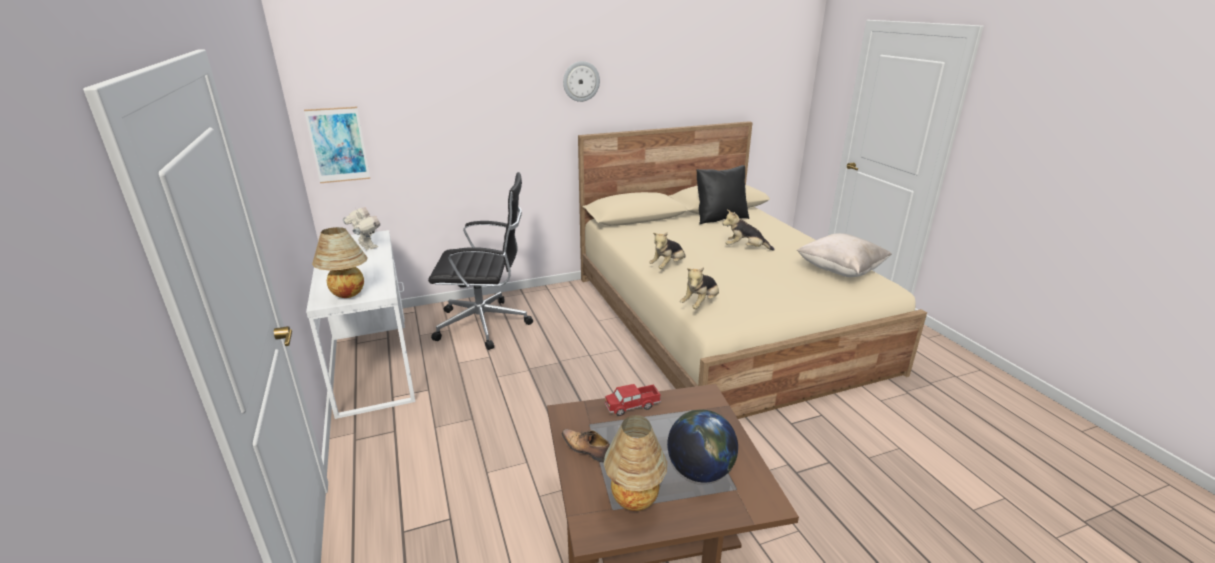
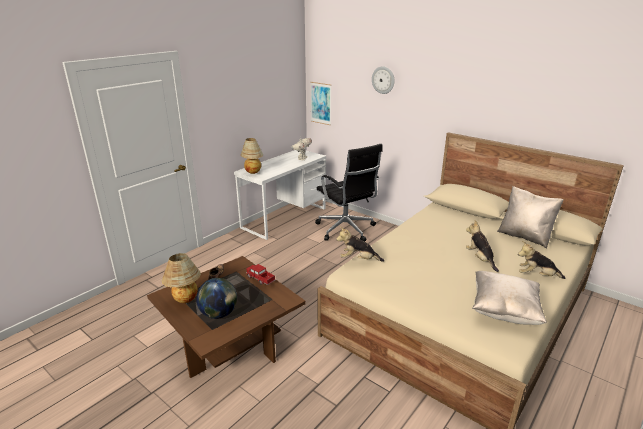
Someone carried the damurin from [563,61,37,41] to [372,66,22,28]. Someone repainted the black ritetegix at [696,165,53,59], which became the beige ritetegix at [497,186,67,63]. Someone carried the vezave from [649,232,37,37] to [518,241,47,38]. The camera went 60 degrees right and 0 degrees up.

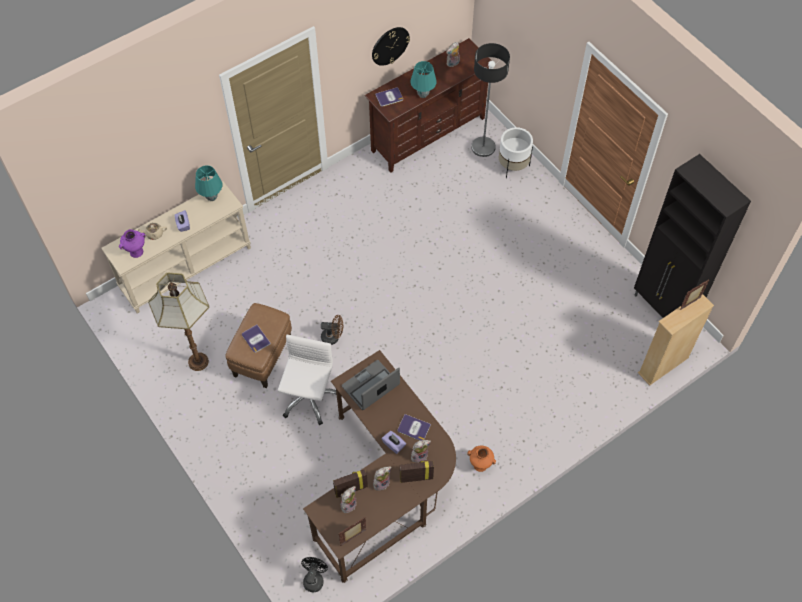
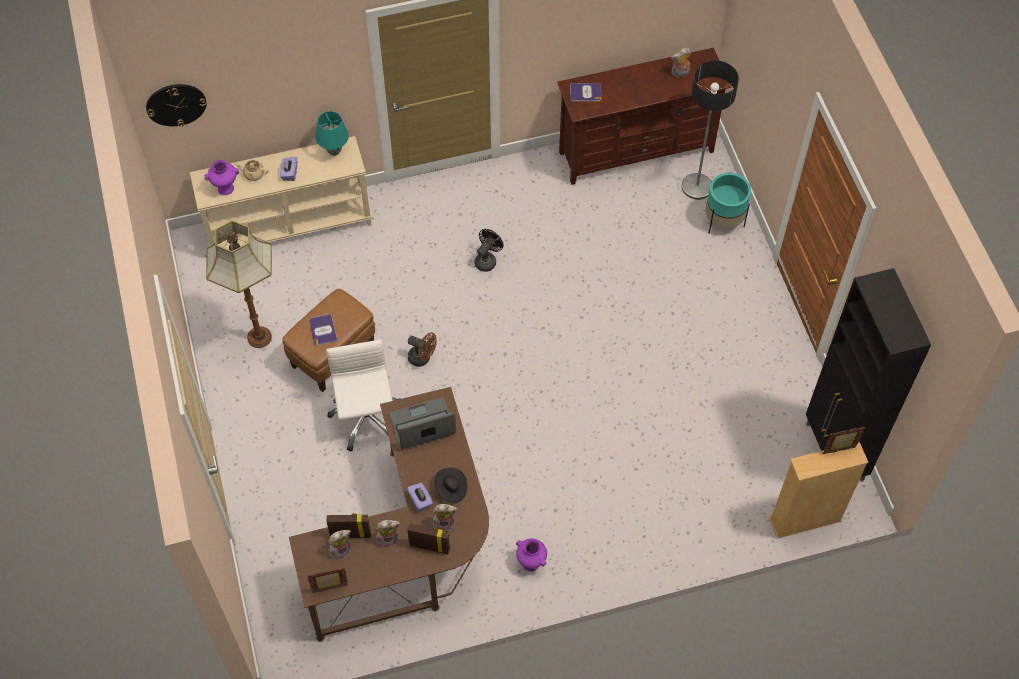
Someone carried the damurin from [372,27,38,39] to [146,84,60,43]. Someone rotated the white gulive at [278,335,64,90] by 45 degrees counterclockwise. Someone swapped the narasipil at [398,414,33,27] for the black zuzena at [435,468,33,35]. Someone carried the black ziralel from [301,557,27,35] to [474,229,30,43]. Someone repainted the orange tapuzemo at [467,445,29,27], which became the purple tapuzemo at [516,539,31,32]. Someone repainted the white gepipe at [499,127,34,51], which became the turquoise gepipe at [706,173,45,60]. Someone took away the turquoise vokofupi at [411,61,26,37]. The camera went 20 degrees right and 0 degrees up.

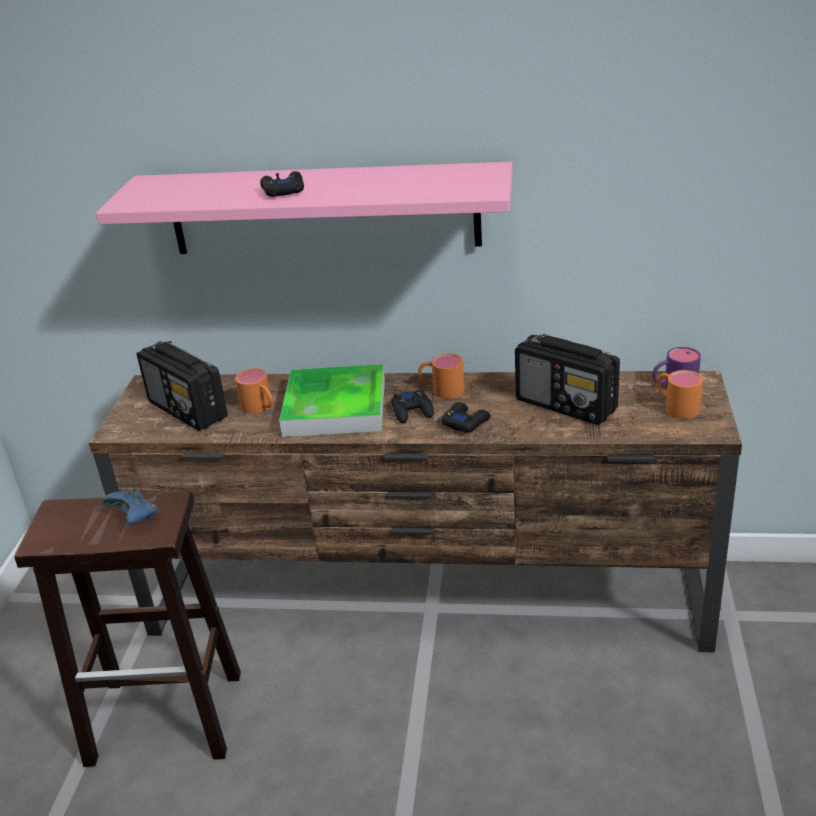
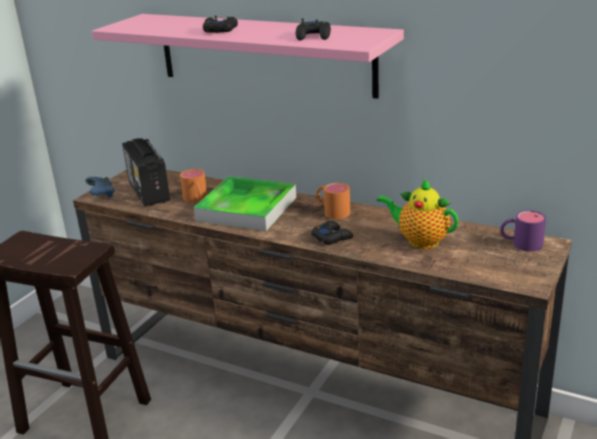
Someone carried the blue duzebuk from [102,488,56,37] to [85,177,30,20]. Someone carried the black duzebuk from [391,390,43,33] to [296,19,35,21]. Someone swapped the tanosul at [515,334,105,91] for the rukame at [376,179,83,70]. Someone took away the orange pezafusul at [657,370,46,49]. The camera went 20 degrees right and 5 degrees down.

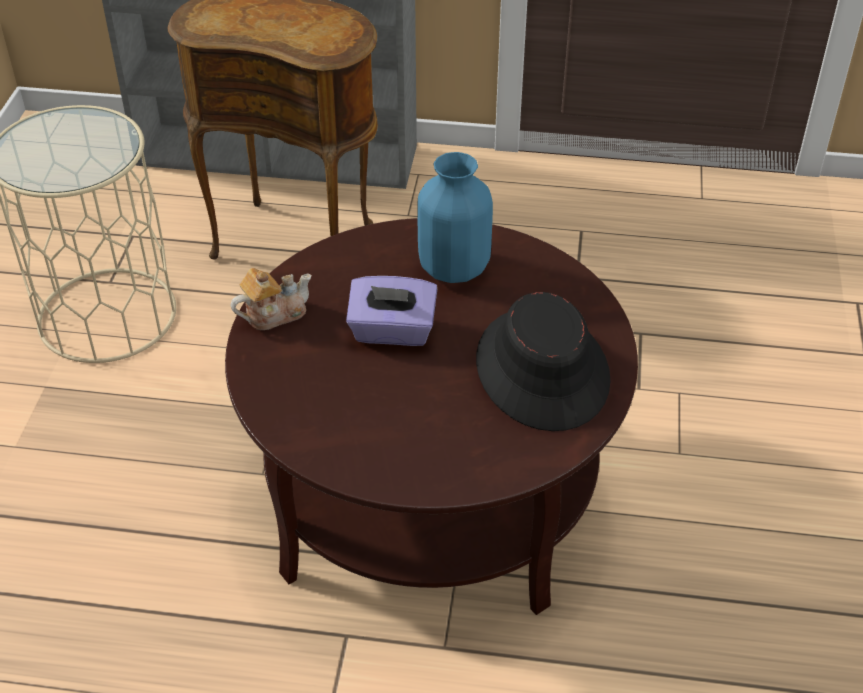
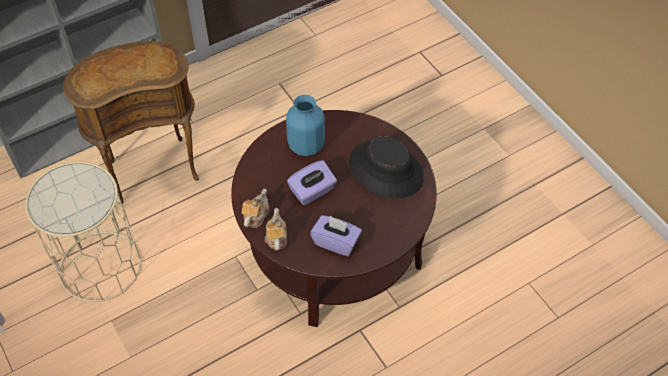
Someone put down the rukame at [265,208,22,42]. Someone put down the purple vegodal at [310,215,52,41]. The camera went 40 degrees left and 10 degrees up.

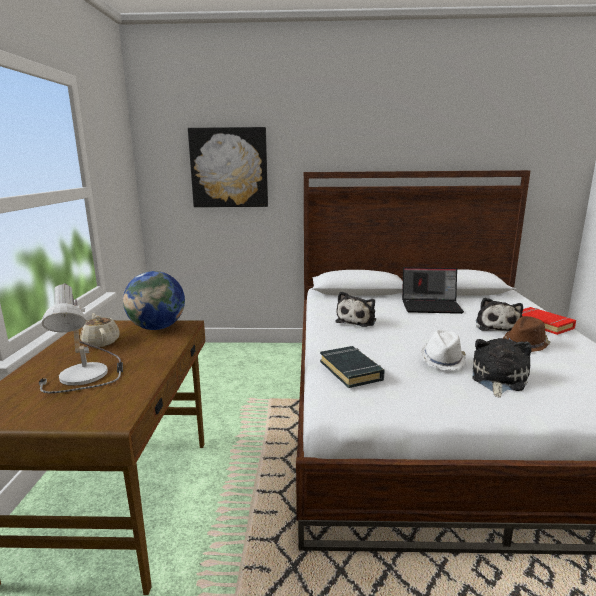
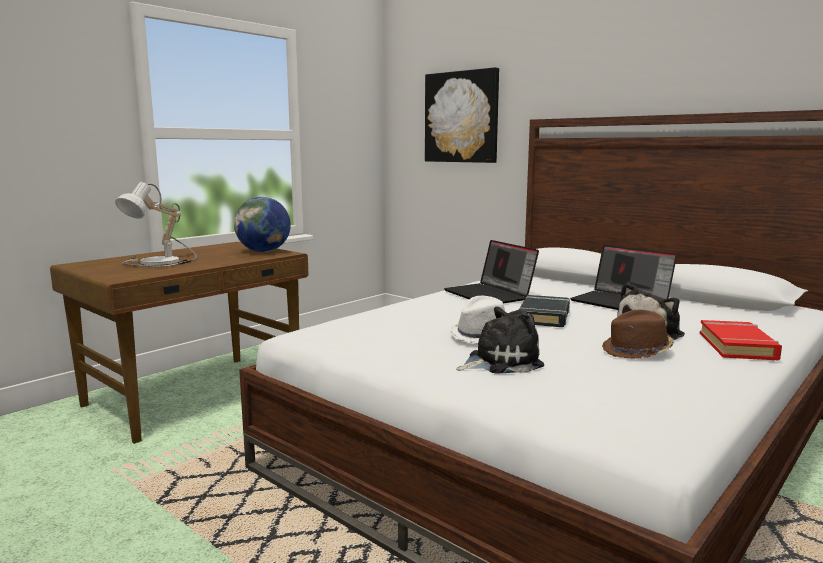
Someone swapped the vezave at [336,291,40,36] for the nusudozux at [444,240,95,63]. Someone carried the black narasipil from [320,346,65,42] to [519,295,51,32]. Someone took away the beige rukame at [80,313,40,34]. The camera went 40 degrees right and 5 degrees down.

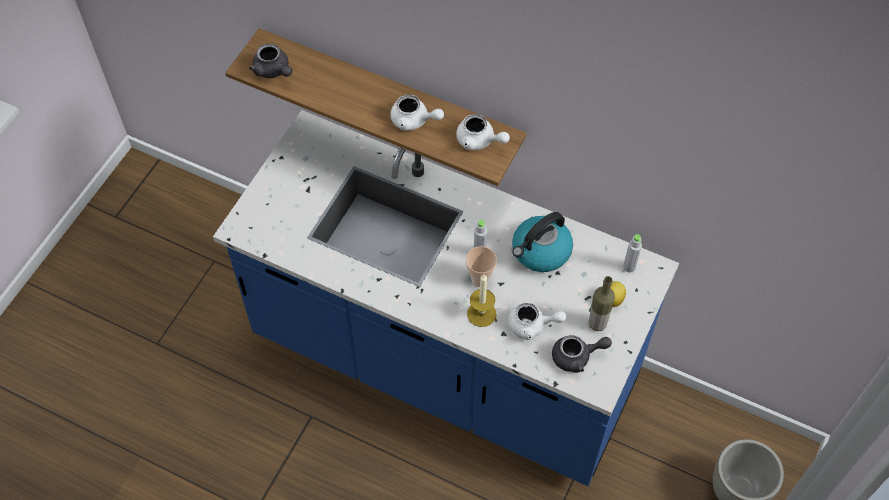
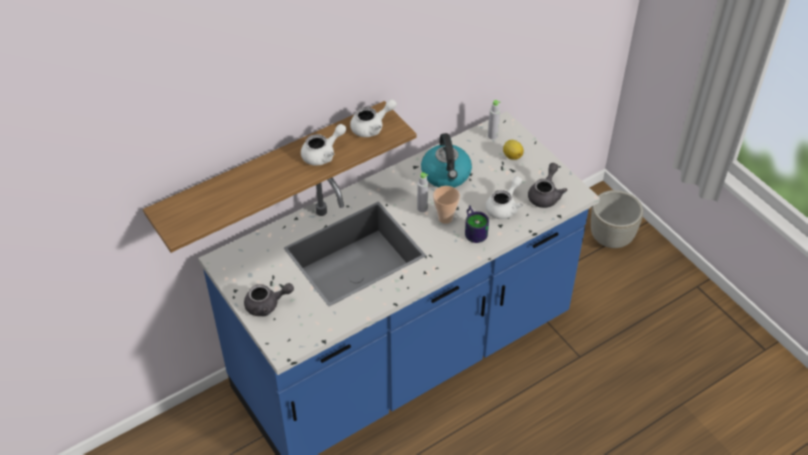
Someone carried the grey rukame from [249,43,43,35] to [244,283,50,33]. Someone swapped the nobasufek at [467,275,30,52] for the pezafusul at [465,205,24,38]. Someone took away the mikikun at [589,276,26,55]. The camera went 60 degrees left and 10 degrees down.

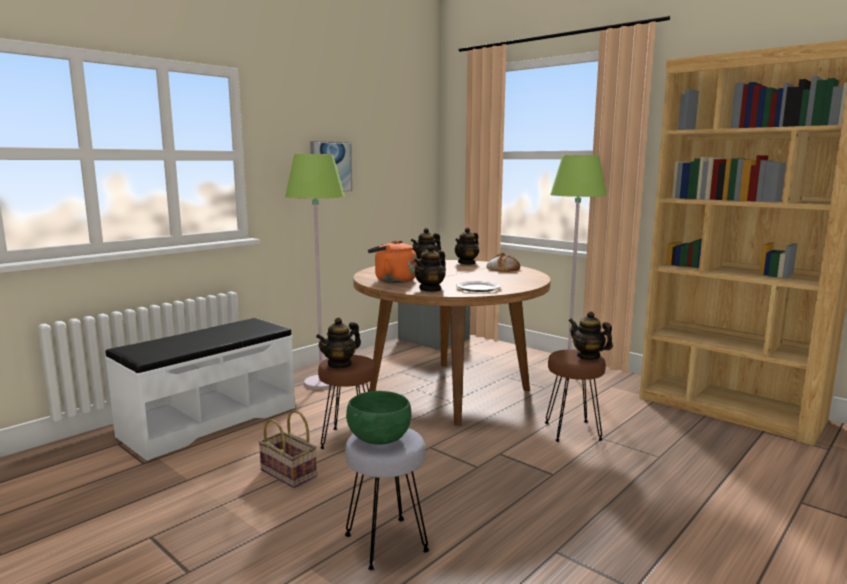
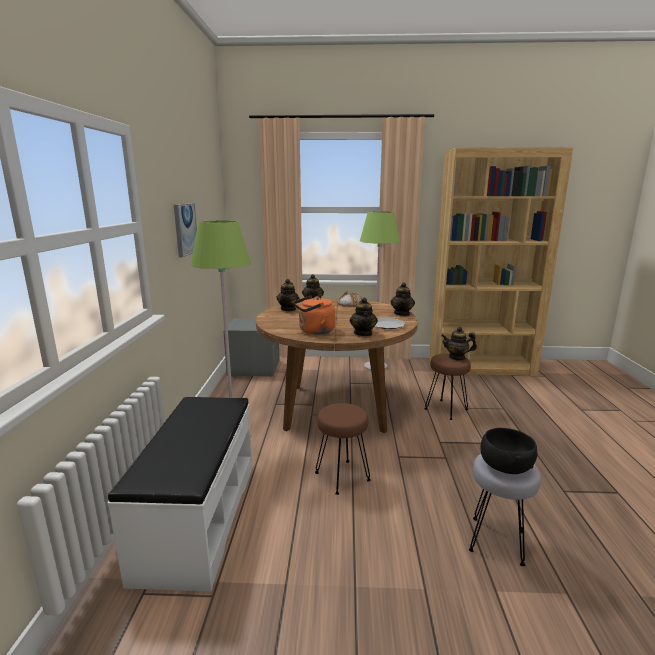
Someone carried the rukame from [316,317,45,52] to [390,282,25,34]. Someone repainted the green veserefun at [346,391,65,54], which became the black veserefun at [480,428,57,46]. Someone took away the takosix at [258,410,59,78]. The camera went 40 degrees left and 5 degrees up.

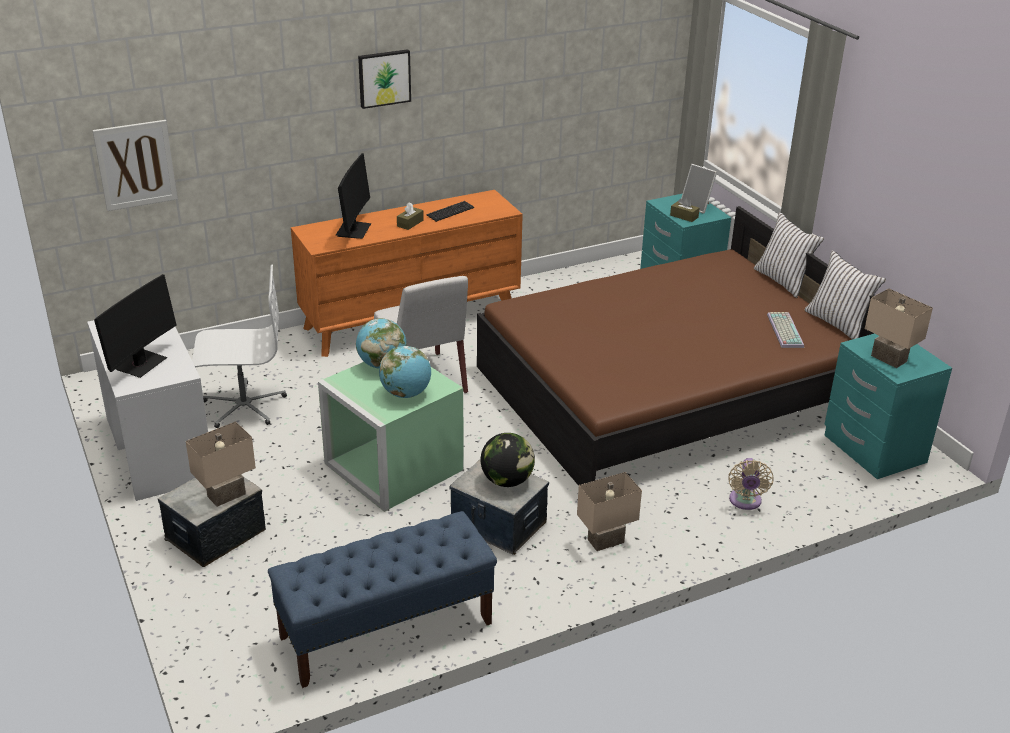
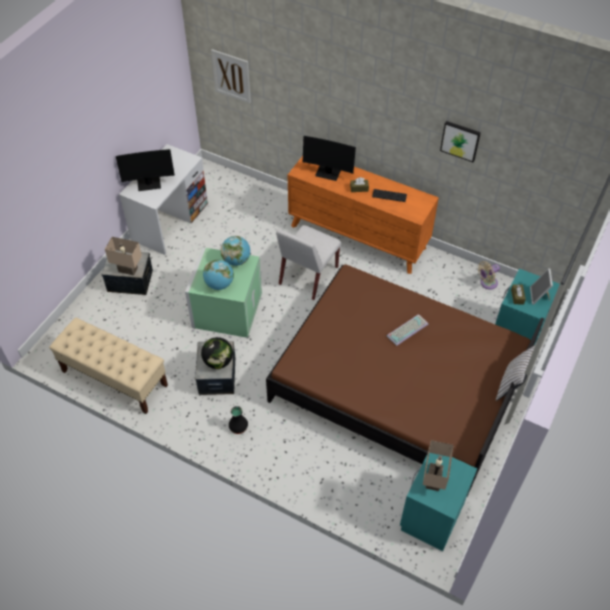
Someone repainted the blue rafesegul at [268,511,229,177], which became the beige rafesegul at [49,317,119,97]. Someone swapped the beige vokofupi at [577,472,65,79] for the black tapuzemo at [229,406,19,28]. Someone rotated the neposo at [336,153,35,86] by 45 degrees clockwise. Someone carried the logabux from [767,312,37,36] to [387,314,41,32]. Someone carried the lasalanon from [358,49,53,60] to [440,121,41,41]. Someone carried the beige ziralel from [729,458,45,52] to [478,261,22,29]. Someone took away the white gulive at [192,265,95,163]. Someone took away the white ritetegix at [805,251,81,88]. The camera went 55 degrees right and 20 degrees up.

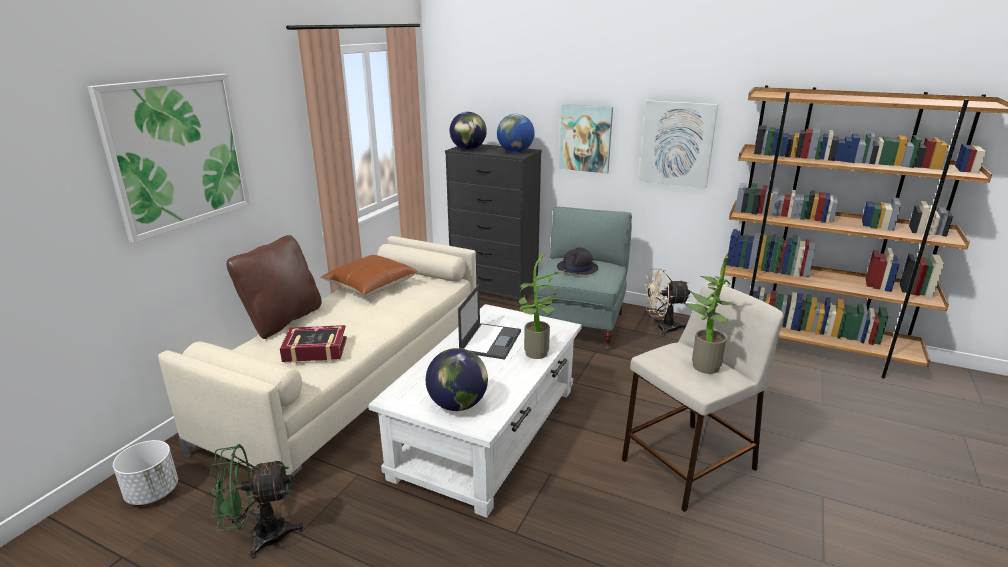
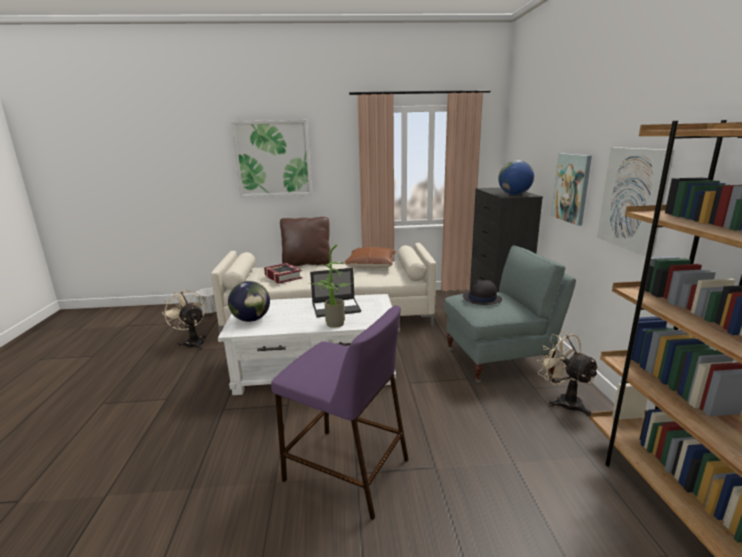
Someone repainted the green ziralel at [208,444,96,115], which became the beige ziralel at [162,289,44,61]. Someone repainted the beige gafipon at [622,282,161,230], which became the purple gafipon at [271,305,138,215]. Someone took away the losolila at [450,112,37,38]. Someone took away the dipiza at [683,256,51,118]. The camera went 60 degrees right and 5 degrees down.

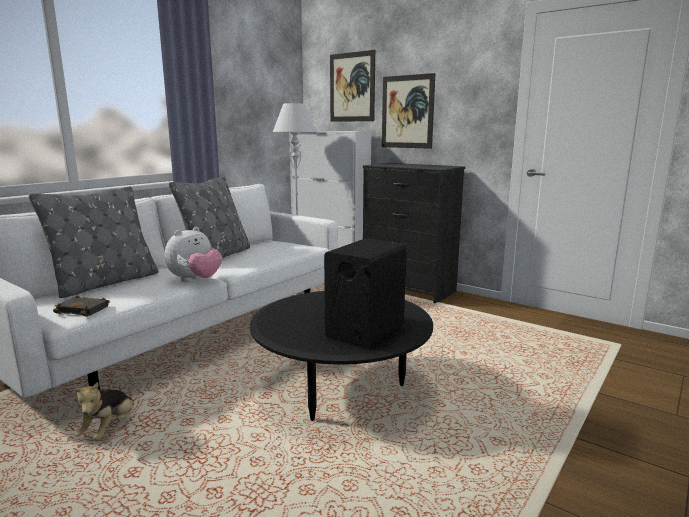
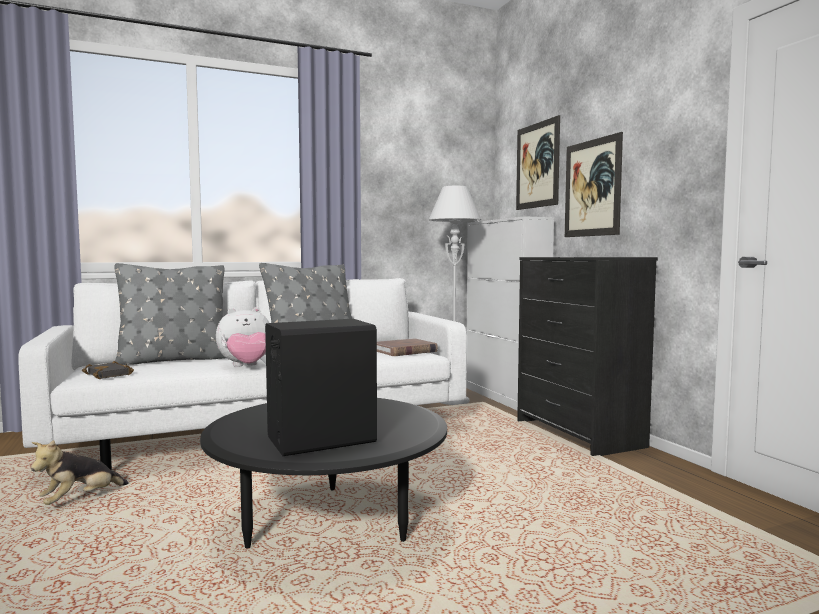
Someone put down the brown narasipil at [377,338,61,18]. The camera went 30 degrees right and 10 degrees down.

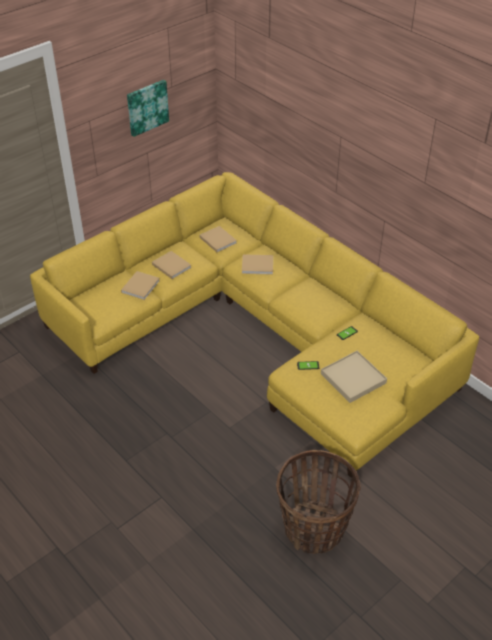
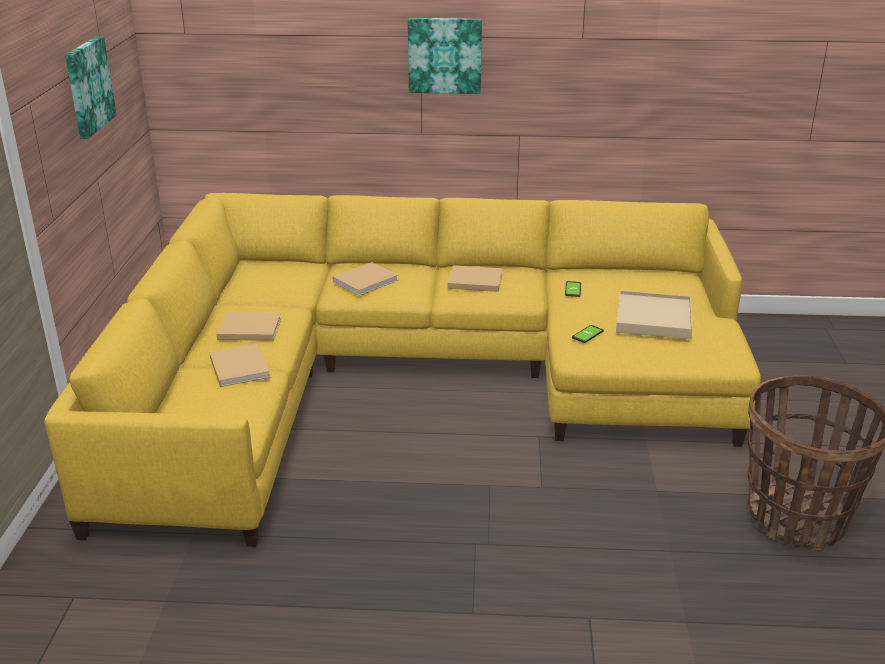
Someone put up the lasalanon at [408,18,74,76]. Someone carried the beige narasipil from [200,226,37,26] to [448,265,55,27]. The camera went 45 degrees left and 15 degrees down.

